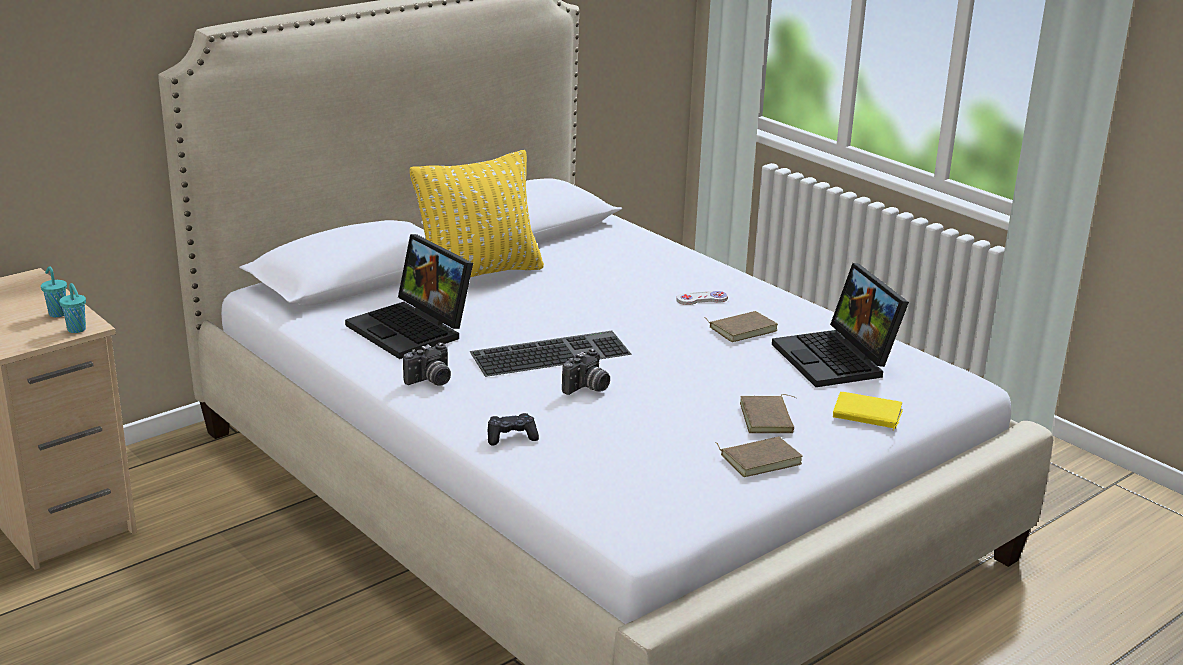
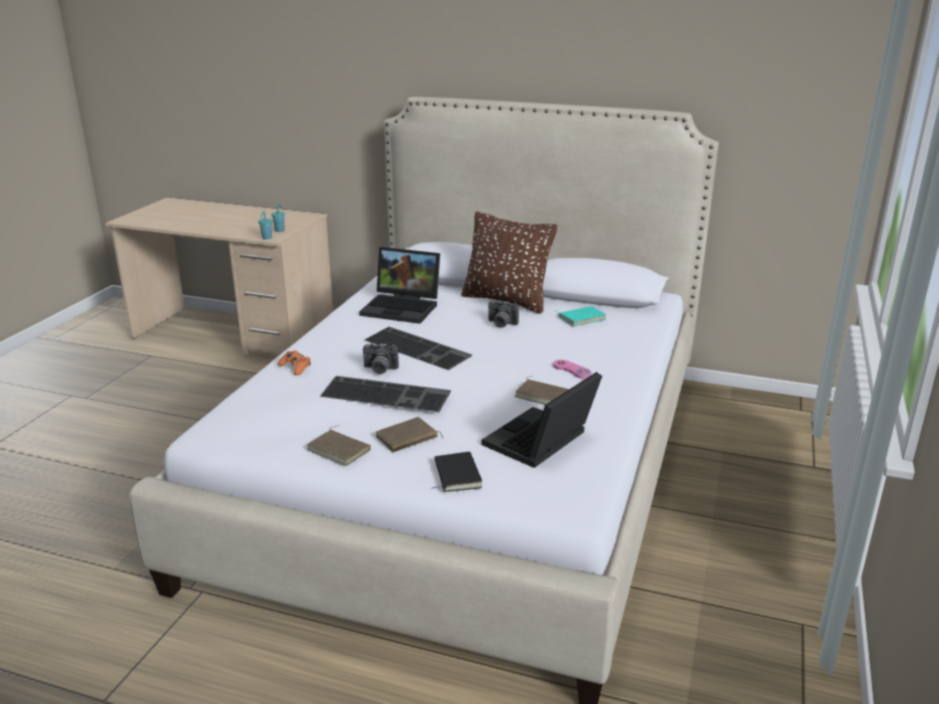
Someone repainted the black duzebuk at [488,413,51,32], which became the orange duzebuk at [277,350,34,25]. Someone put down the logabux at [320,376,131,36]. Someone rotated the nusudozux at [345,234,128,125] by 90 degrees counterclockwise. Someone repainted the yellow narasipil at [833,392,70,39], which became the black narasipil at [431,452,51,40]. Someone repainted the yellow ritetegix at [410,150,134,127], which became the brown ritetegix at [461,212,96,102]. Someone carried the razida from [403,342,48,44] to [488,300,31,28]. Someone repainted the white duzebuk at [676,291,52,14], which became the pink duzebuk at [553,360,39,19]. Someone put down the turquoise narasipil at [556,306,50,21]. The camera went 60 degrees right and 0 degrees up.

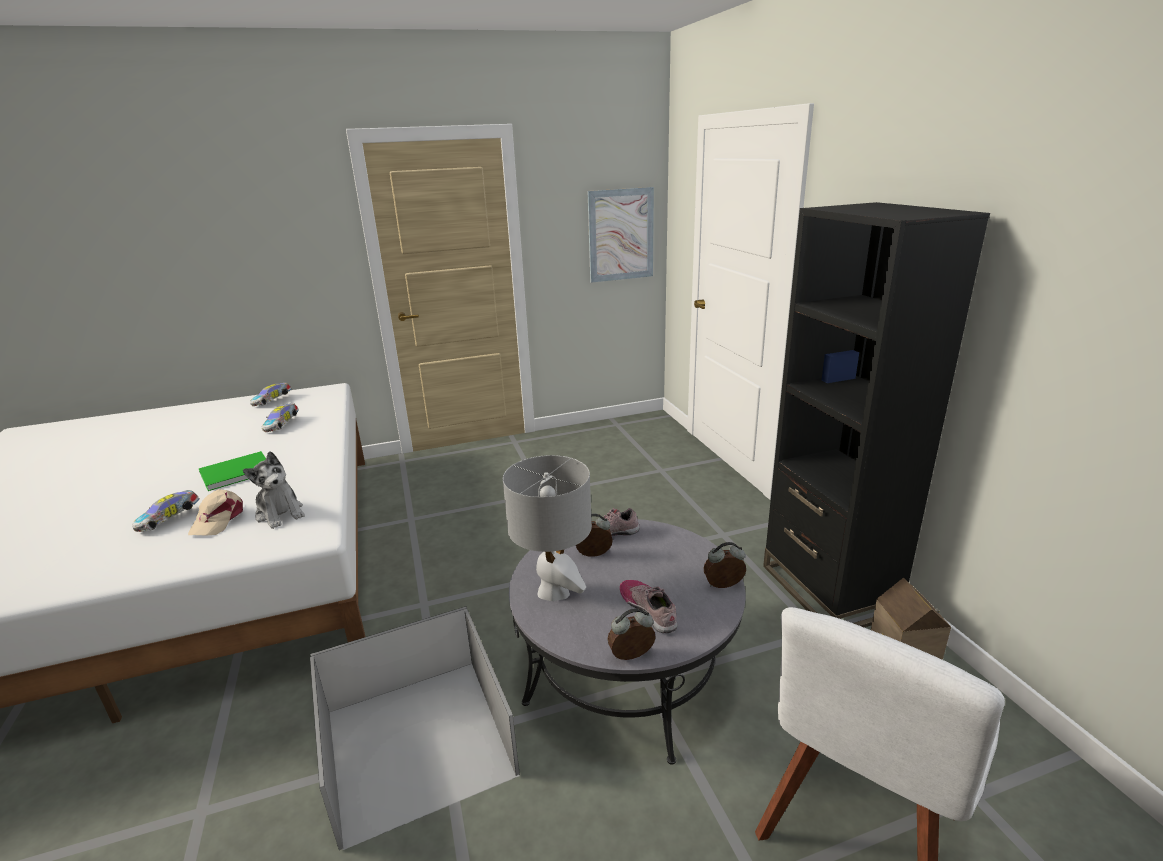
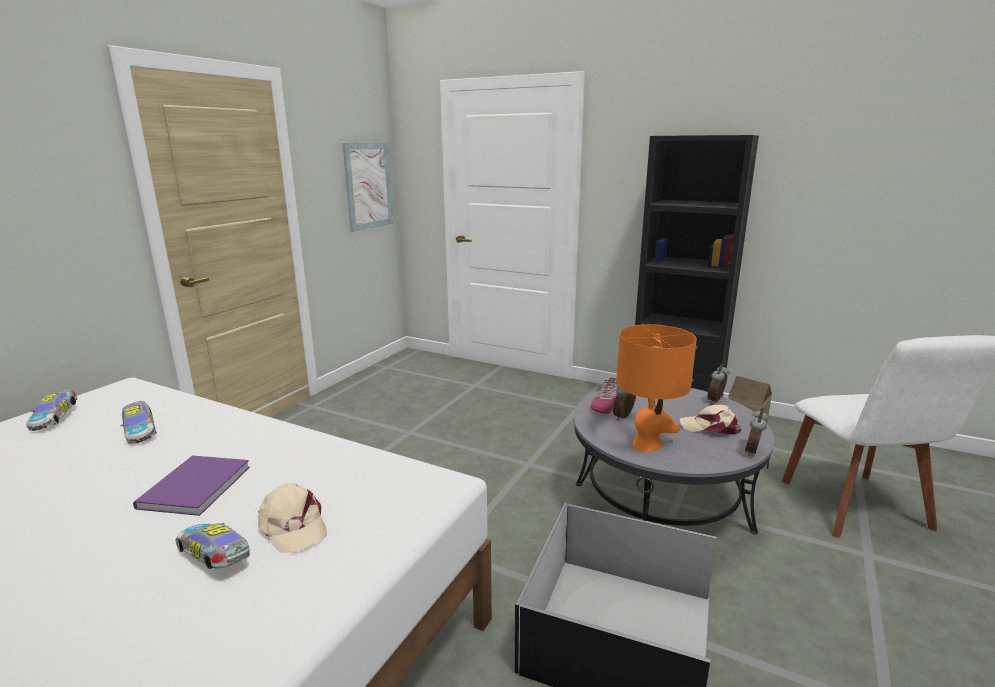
Someone repainted the green narasipil at [199,451,67,40], which became the purple narasipil at [133,455,117,61]. Someone rotated the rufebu at [132,490,67,42] by 135 degrees clockwise. Someone repainted the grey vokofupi at [503,455,89,146], which became the orange vokofupi at [616,324,81,128]. Someone swapped the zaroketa at [620,580,58,53] for the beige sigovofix at [680,405,61,29]. Someone took away the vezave at [243,451,62,78]. The camera went 45 degrees left and 5 degrees down.

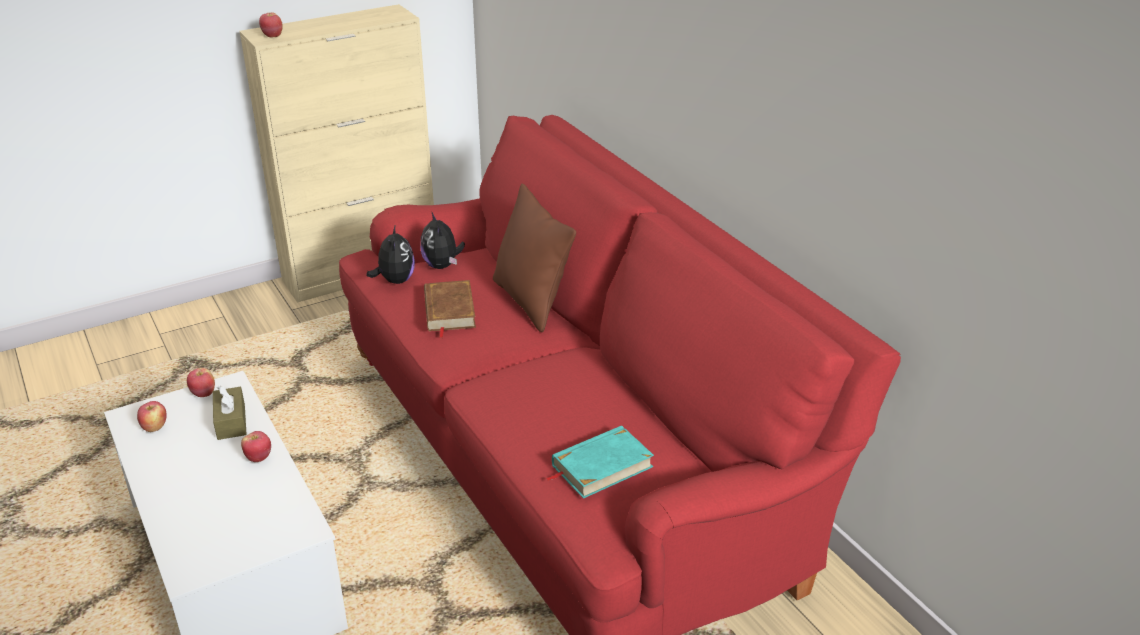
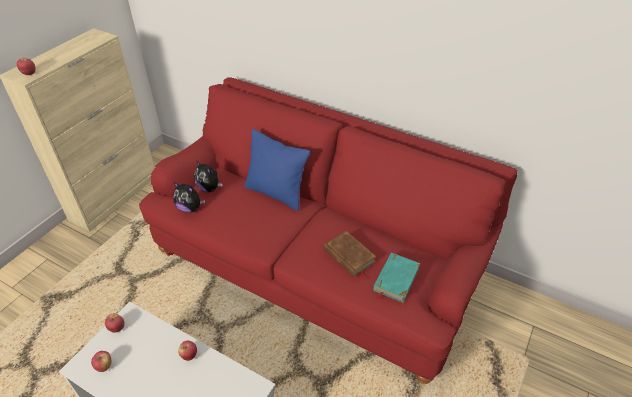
Someone rotated the vezave at [367,224,48,60] by 150 degrees clockwise. Someone repainted the brown ritetegix at [493,184,83,148], which became the blue ritetegix at [245,129,65,82]. Someone carried the brown narasipil from [424,280,52,58] to [323,231,54,48]. Someone took away the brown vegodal at [213,385,34,55]. The camera went 30 degrees left and 10 degrees up.

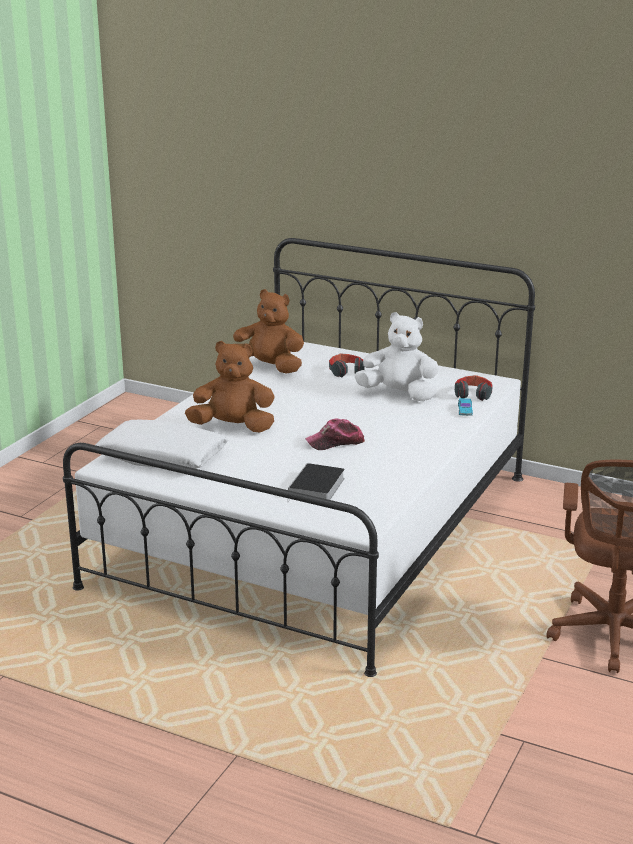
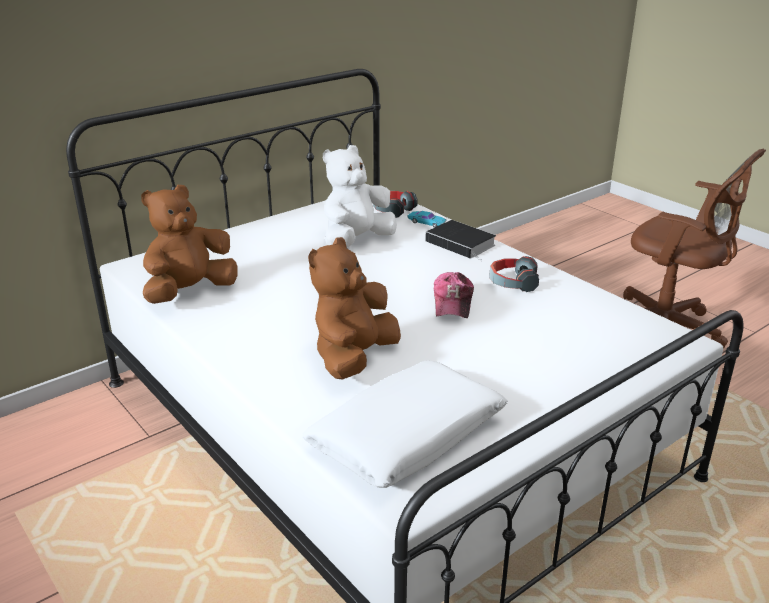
Someone carried the narasipil from [287,463,58,40] to [425,220,71,41]. Someone carried the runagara from [329,353,36,25] to [489,256,50,36]. The camera went 65 degrees left and 5 degrees up.

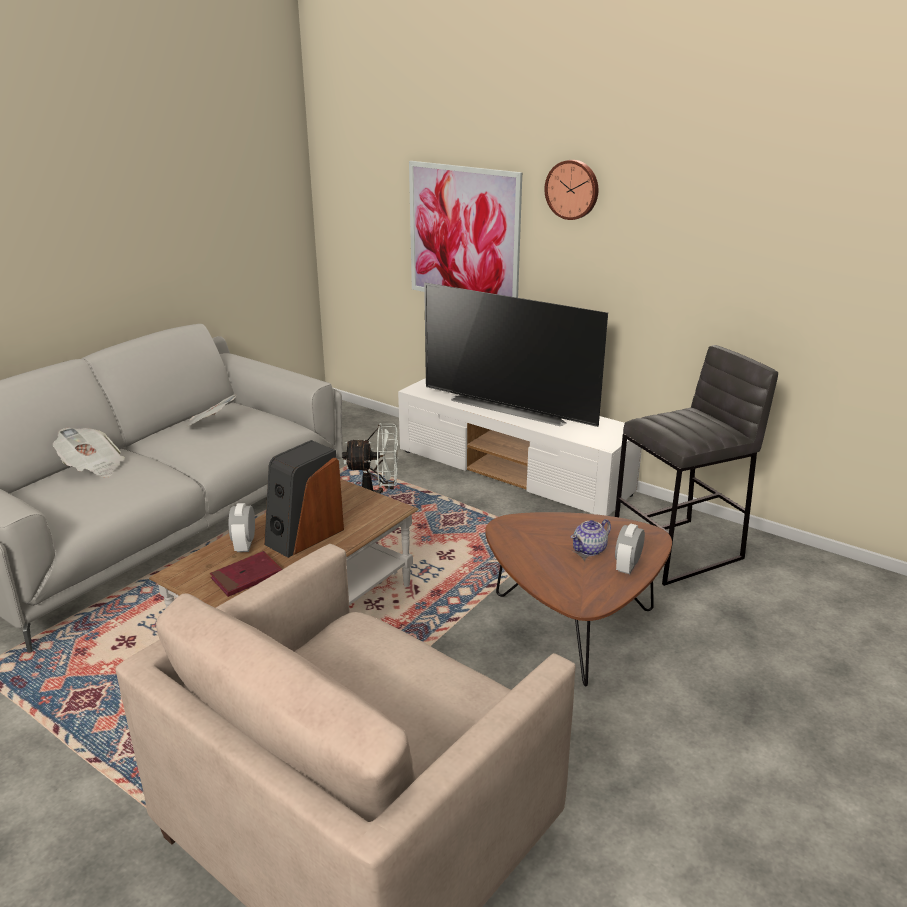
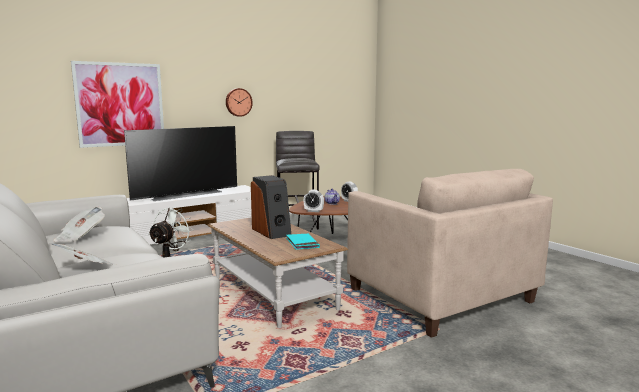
Someone carried the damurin from [544,160,54,60] to [226,88,27,29]. Someone repainted the red narasipil at [210,551,72,46], which became the turquoise narasipil at [286,233,34,17]. Someone carried the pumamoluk from [229,503,26,49] to [304,190,20,22]. The camera went 70 degrees left and 15 degrees down.

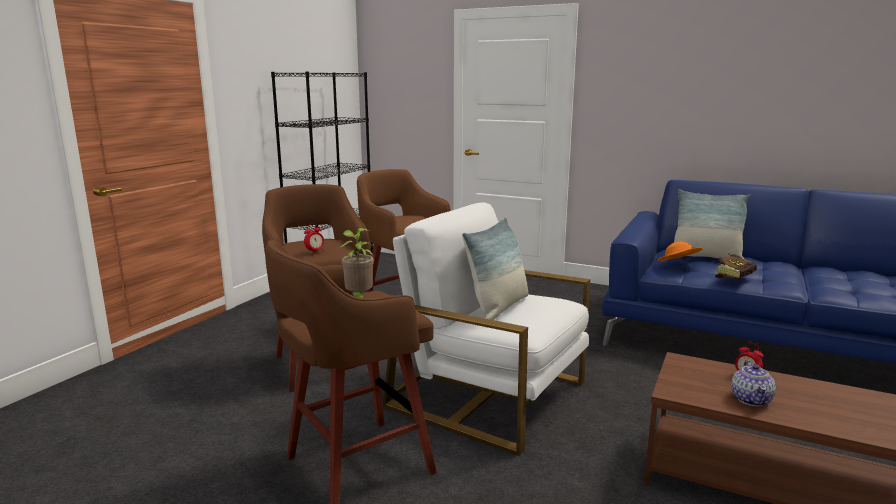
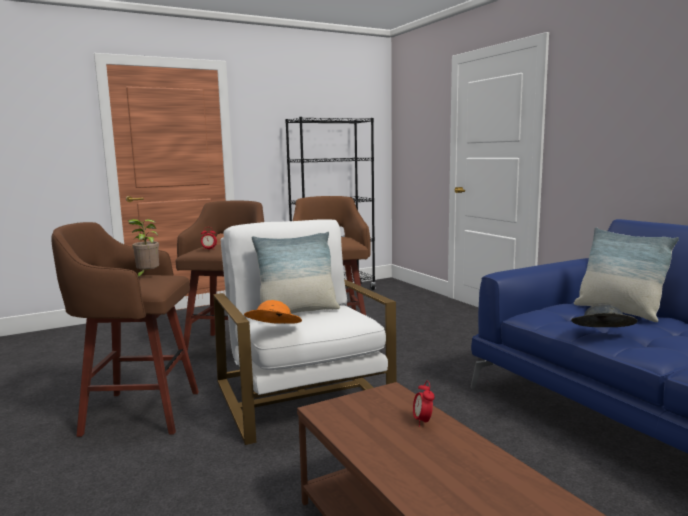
Someone carried the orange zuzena from [657,241,46,20] to [244,300,58,24]. Someone swapped the narasipil at [716,254,41,25] for the grey zuzena at [571,303,67,24]. Someone took away the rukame at [731,361,45,45]. The camera went 35 degrees right and 5 degrees down.

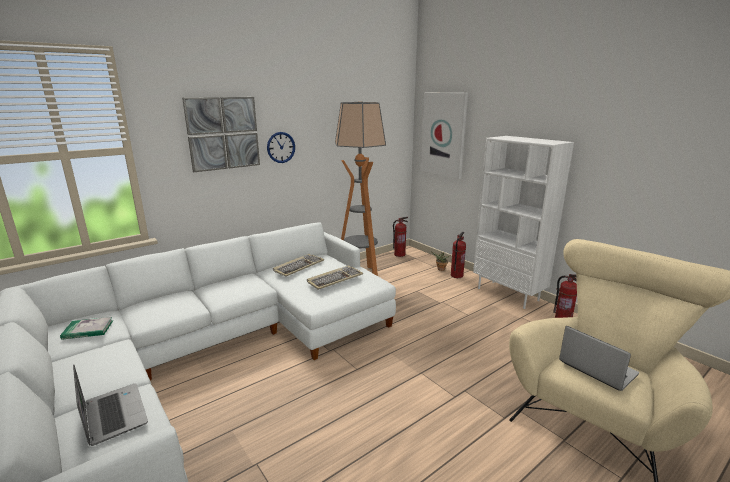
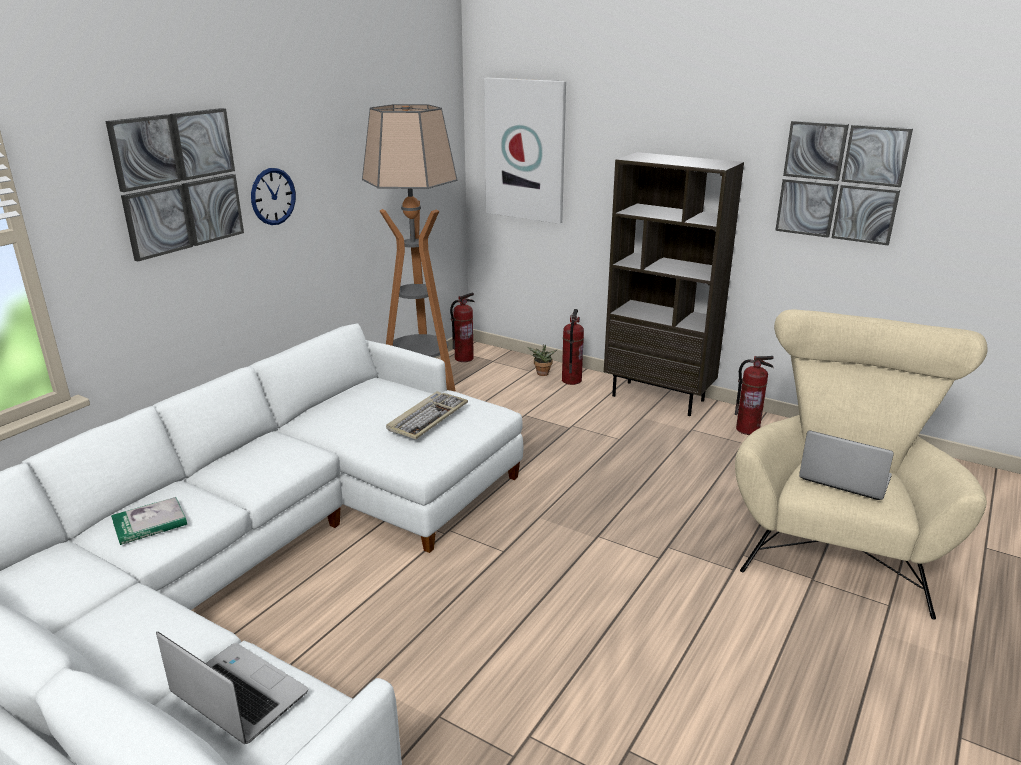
Someone carried the narasipil from [60,317,53,23] to [111,497,76,48]. Someone repainted the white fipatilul at [473,136,101,173], which became the brown fipatilul at [604,152,140,264]. Someone put up the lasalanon at [775,121,138,124]. Someone took away the logabux at [273,254,51,23]. The camera went 20 degrees left and 5 degrees up.

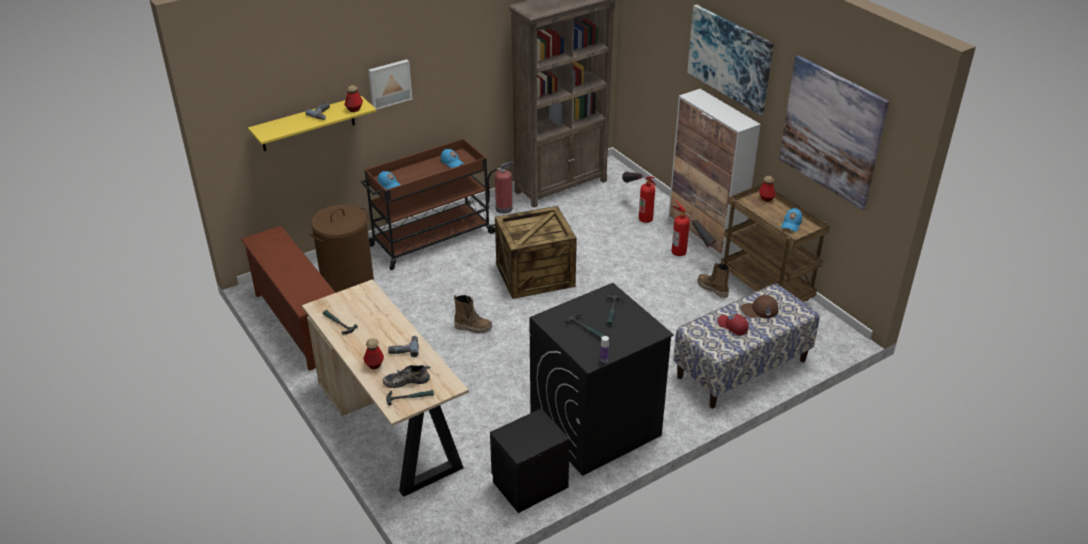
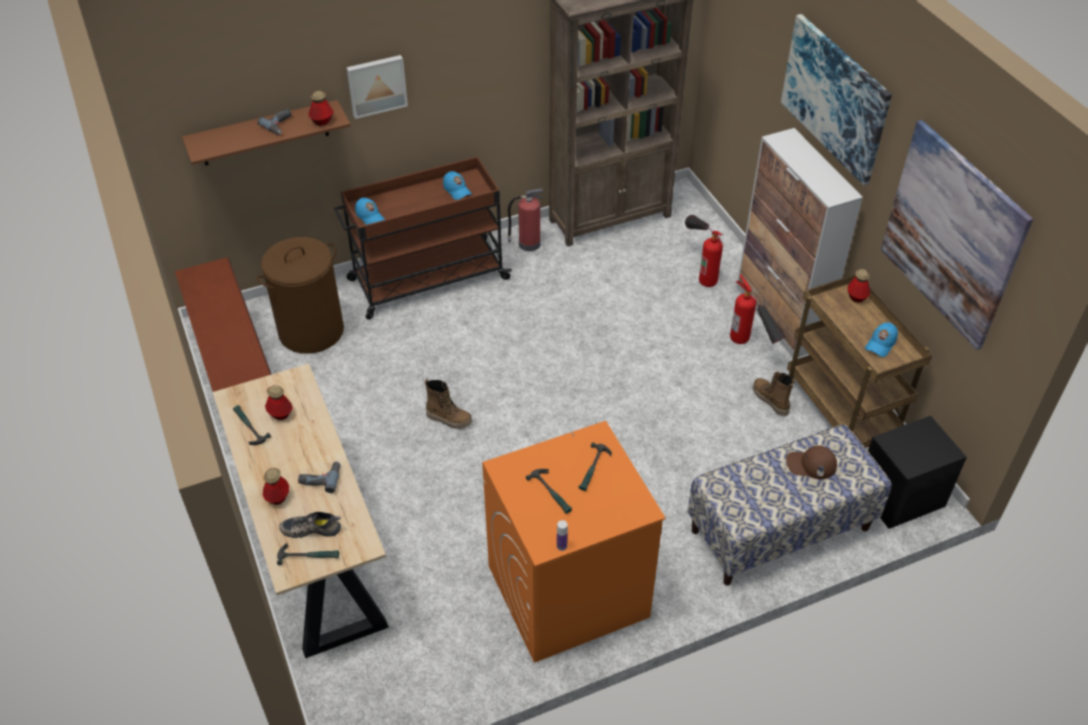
Someone repainted the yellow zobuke at [248,96,128,55], which became the brown zobuke at [182,100,169,66]. Someone put down the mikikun at [265,385,28,35]. Someone repainted the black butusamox at [529,283,145,193], which became the orange butusamox at [482,421,184,242]. Someone carried the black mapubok from [490,409,79,104] to [868,416,99,113]. Someone took away the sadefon at [495,206,82,93]. Someone took away the red sigovofix at [718,314,31,21]. The camera went 10 degrees right and 10 degrees up.

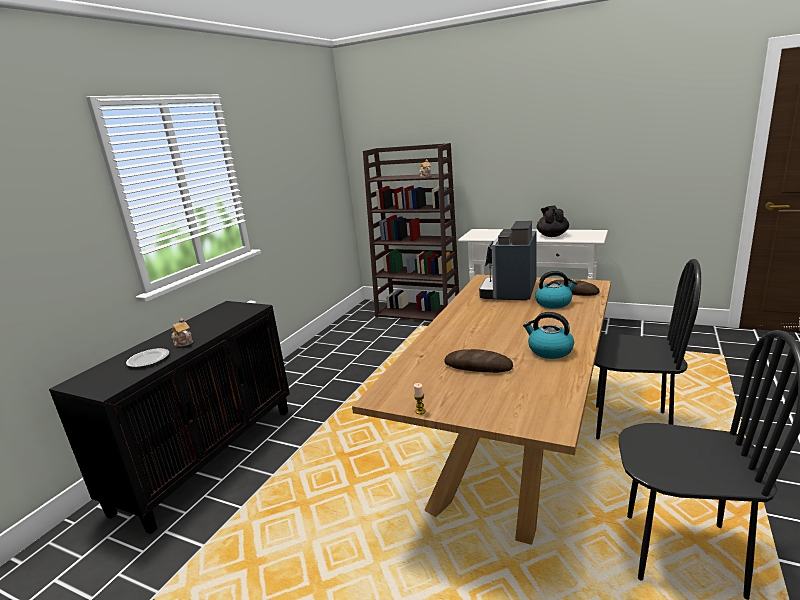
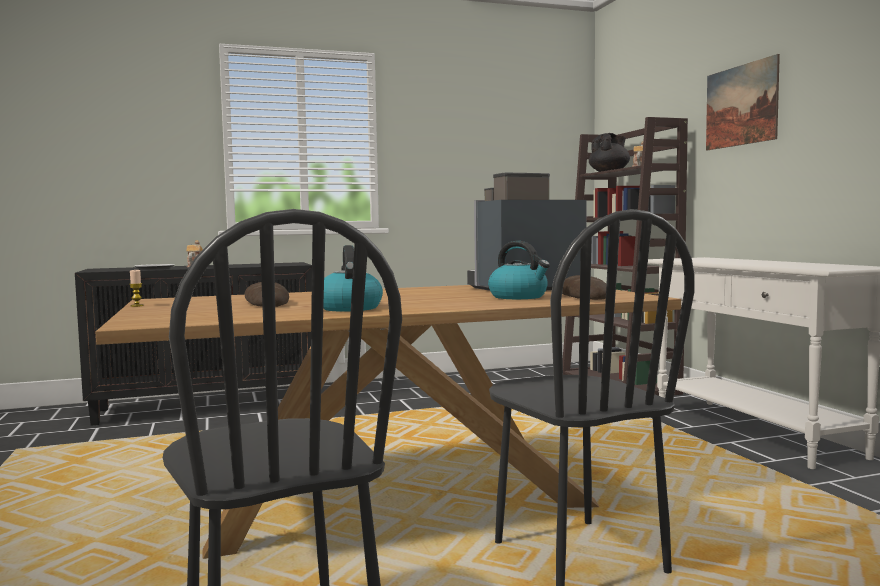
Someone carried the black rukame from [537,205,32,32] to [589,133,41,39]. Someone put up the lasalanon at [706,54,74,96]. The camera went 45 degrees right and 15 degrees down.

